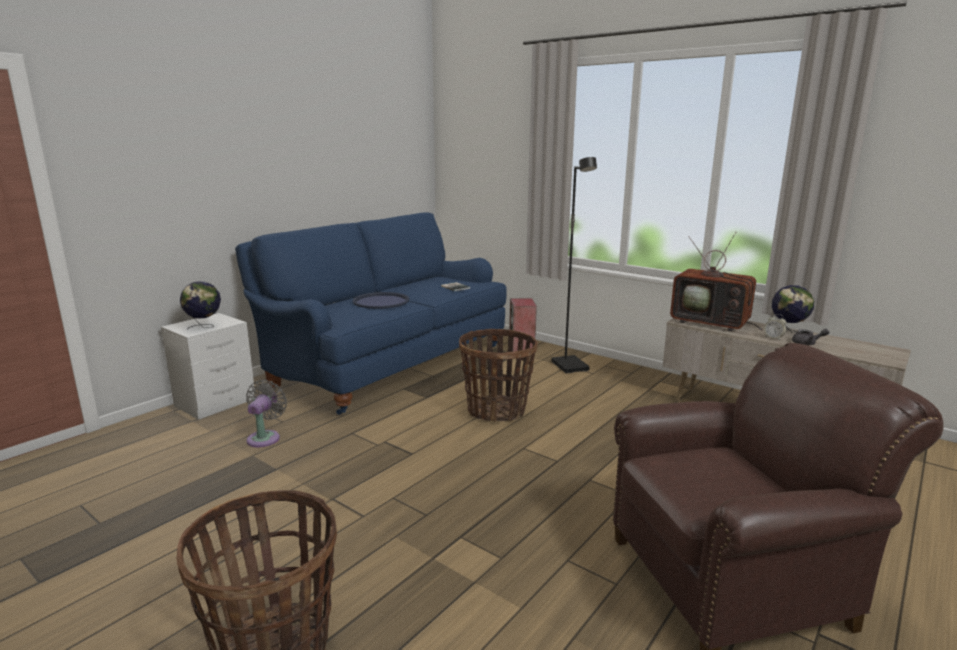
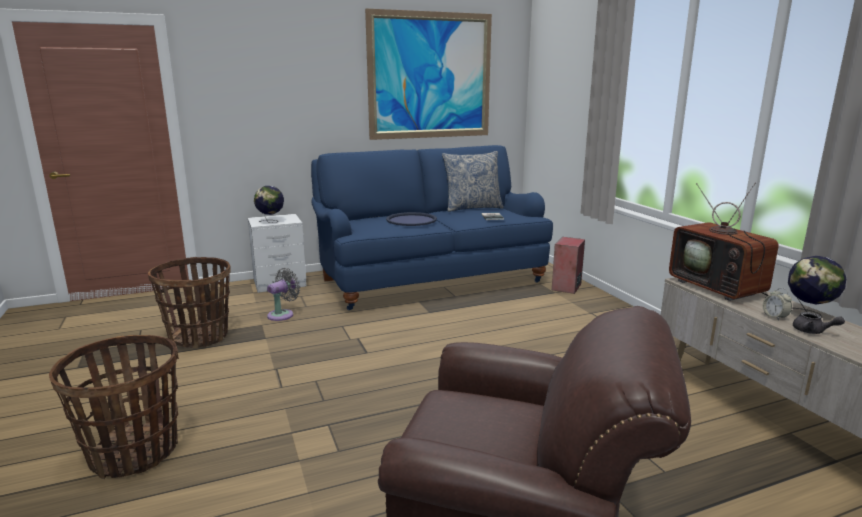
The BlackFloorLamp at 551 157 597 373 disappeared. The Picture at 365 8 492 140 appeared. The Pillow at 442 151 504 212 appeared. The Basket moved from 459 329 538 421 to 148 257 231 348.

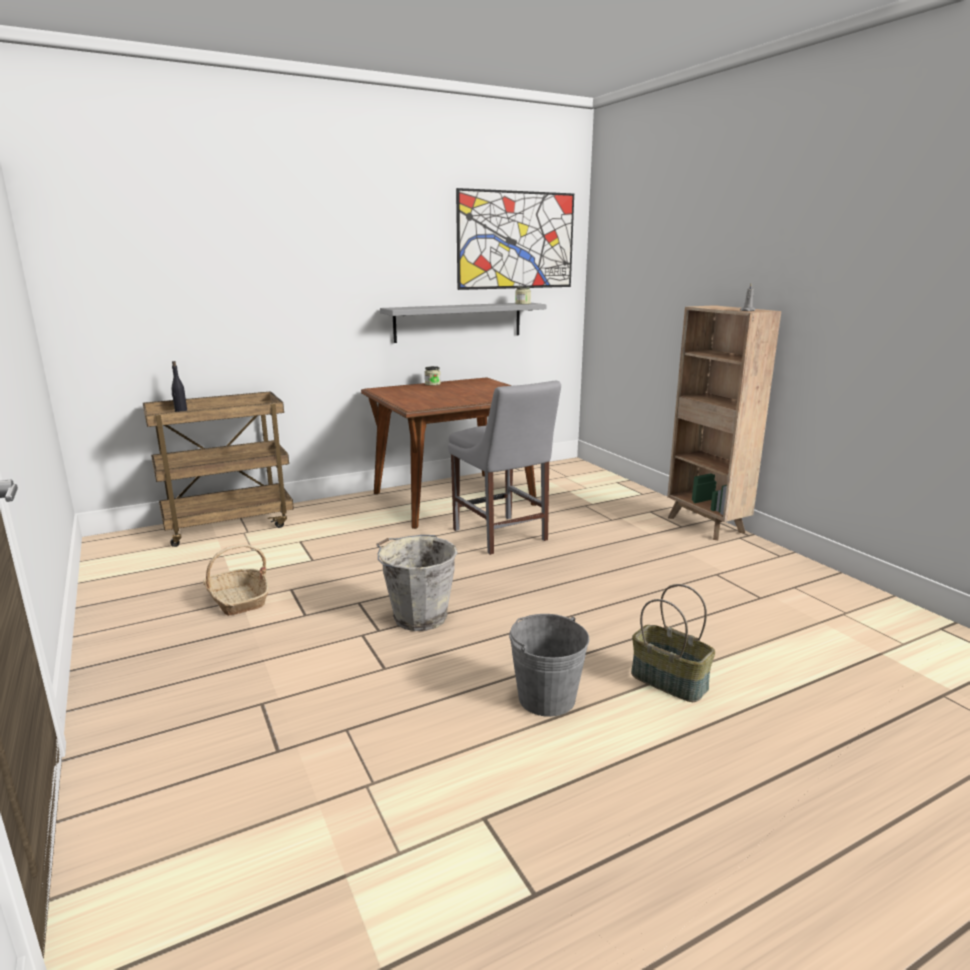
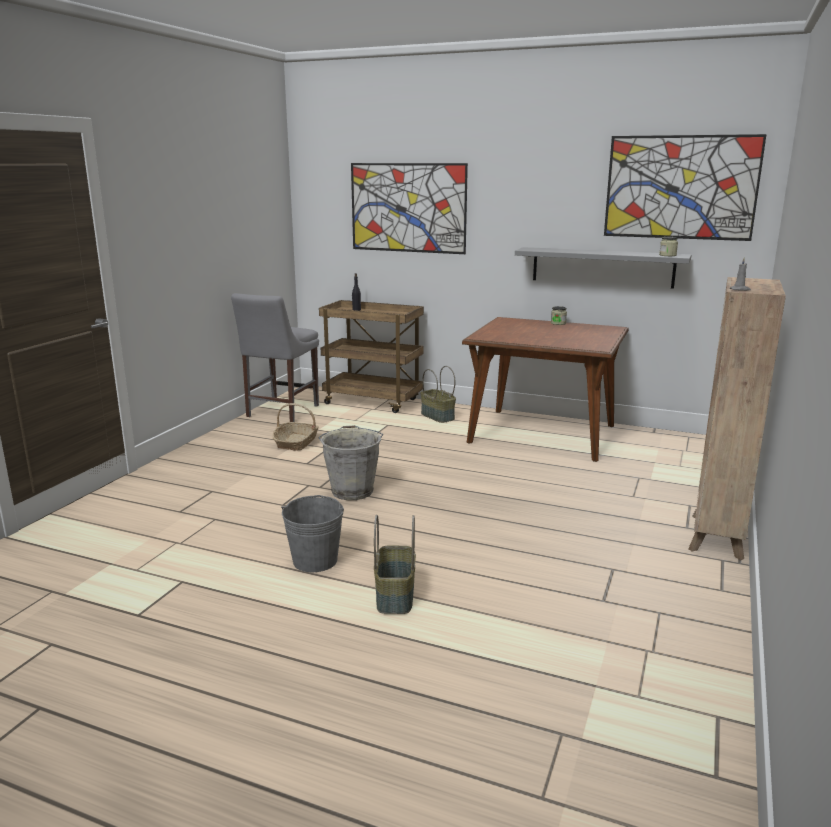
The Picture at 351 163 468 254 appeared. The Basket at 420 366 456 423 appeared. The GreyChair moved from 448 381 561 555 to 231 293 319 422.

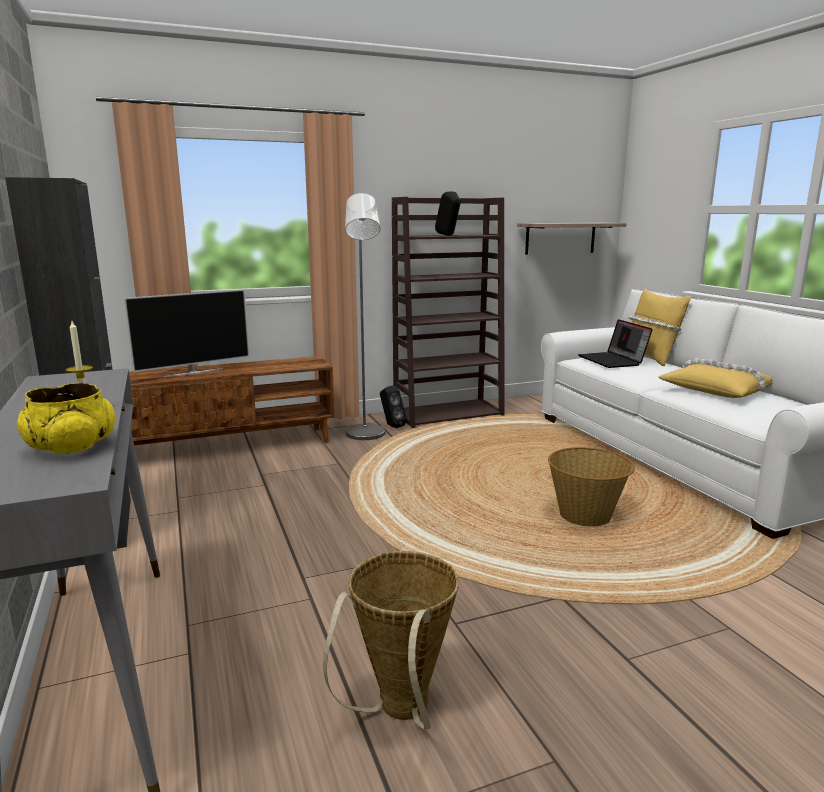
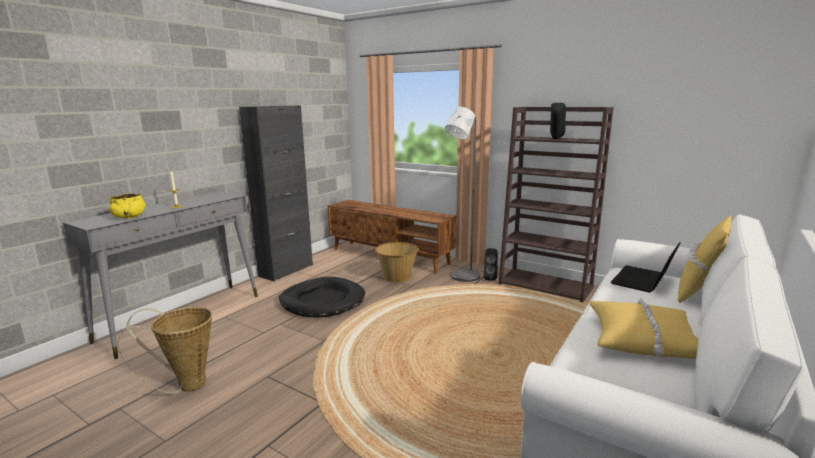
The Television at 124 289 250 377 disappeared. The Shelf at 517 223 627 254 disappeared. The BlackDogBed at 279 277 365 317 appeared. The Basket moved from 548 447 635 527 to 375 242 419 283.

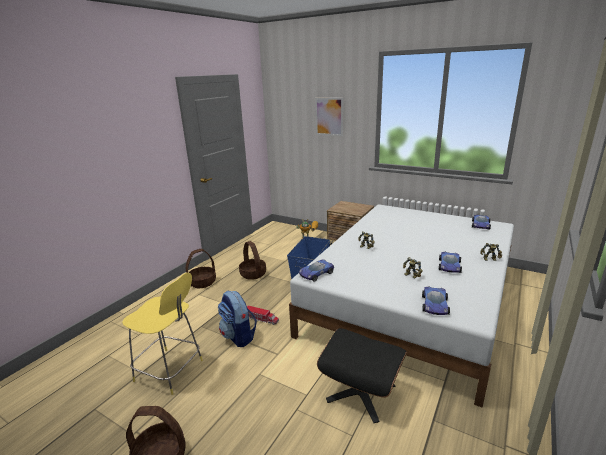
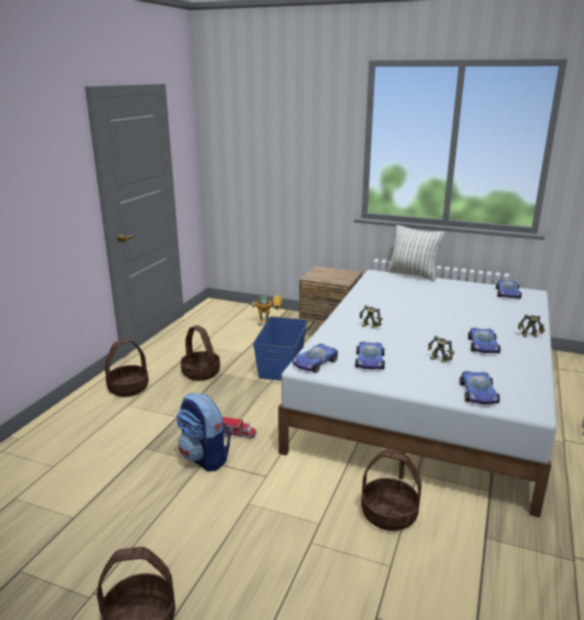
The YellowStool at 122 273 203 395 disappeared. The Picture at 315 98 343 136 disappeared. The ToyCar at 355 341 385 369 appeared. The Pillow at 387 225 445 281 appeared. The BlackOttoman at 317 328 407 423 was replaced by the Basket at 361 449 422 531.

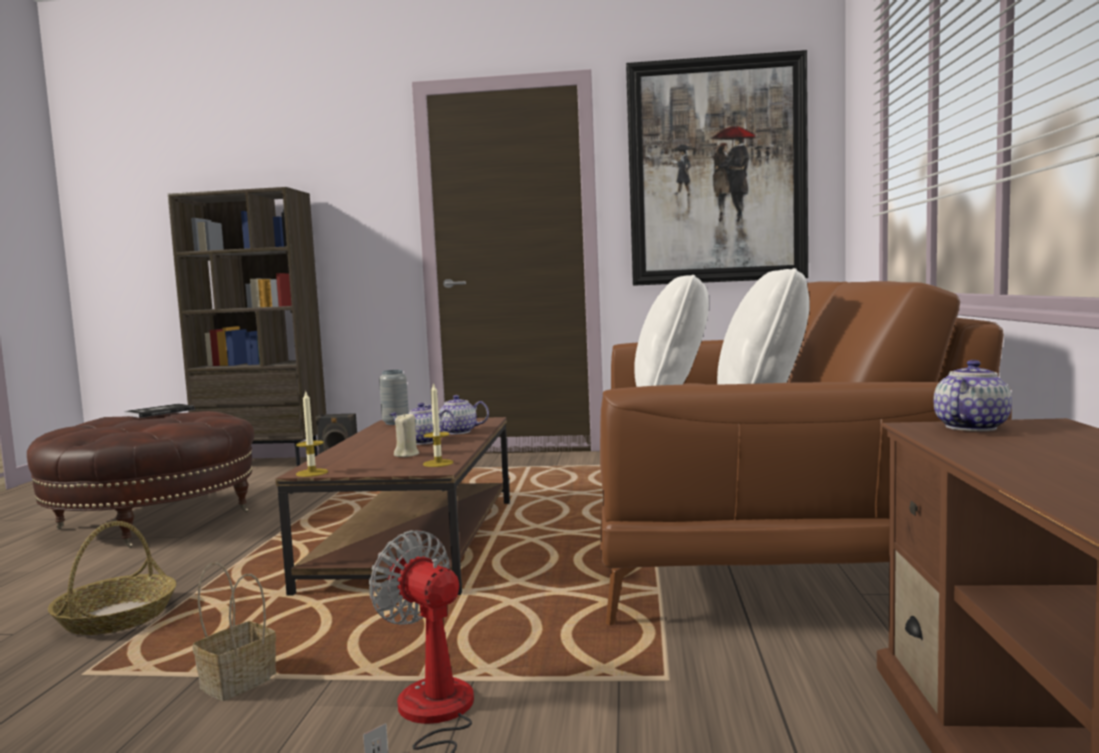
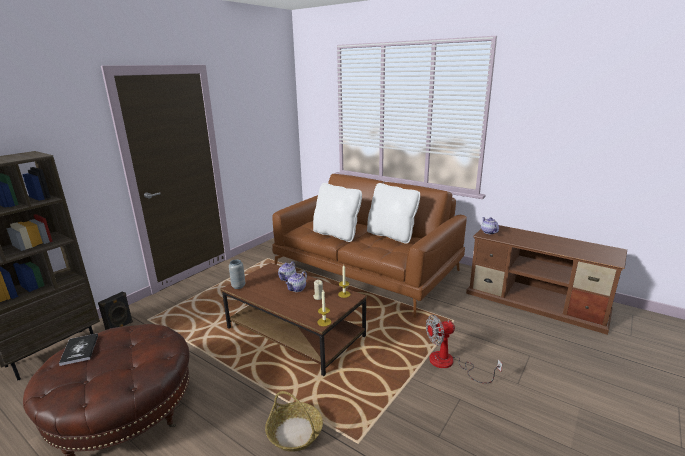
The Basket at 193 562 276 701 disappeared. The Picture at 626 50 808 286 disappeared.

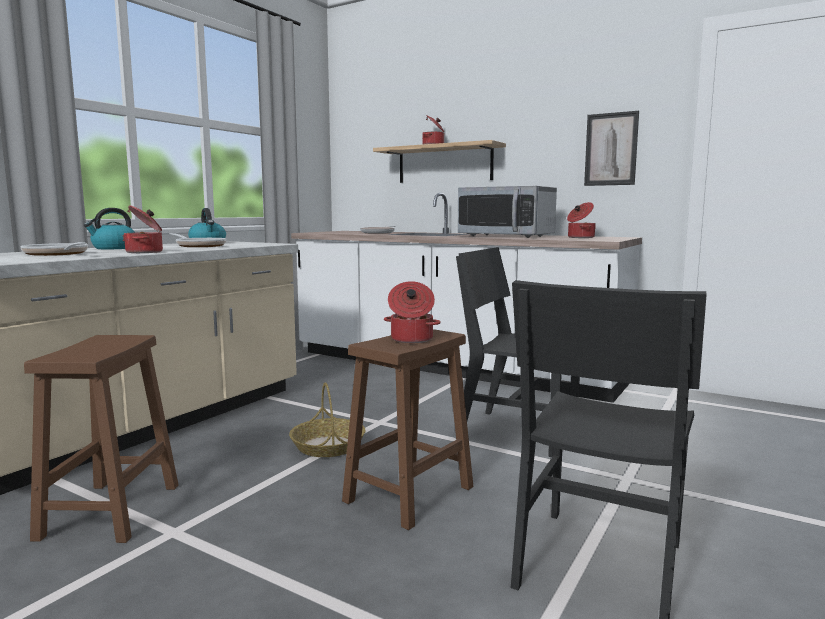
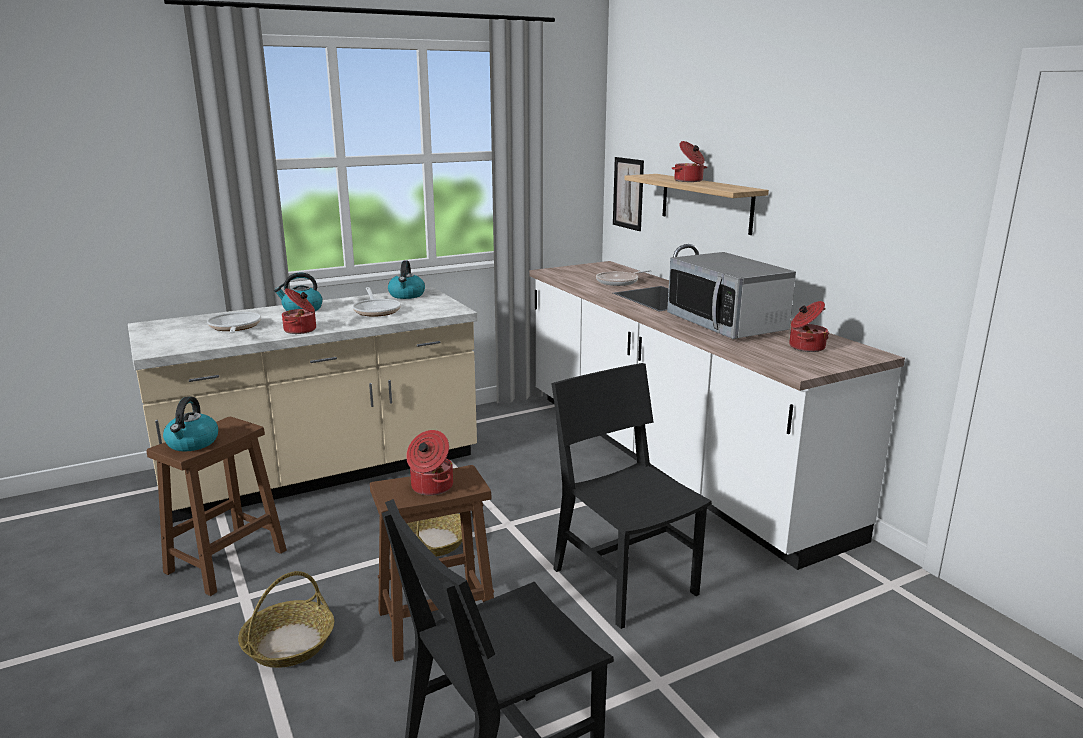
The Kettle at 163 397 218 452 appeared. The Basket at 238 571 334 668 appeared. The Picture moved from 584 111 639 186 to 613 157 644 231.

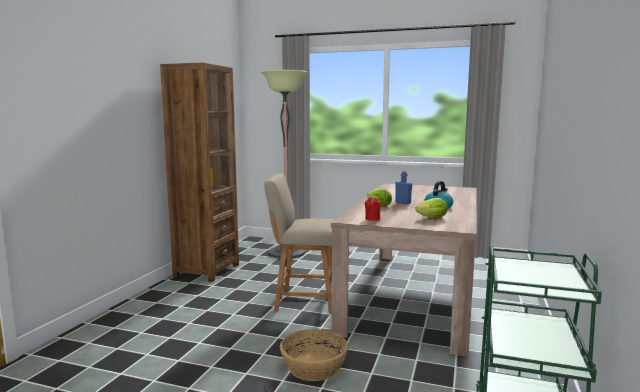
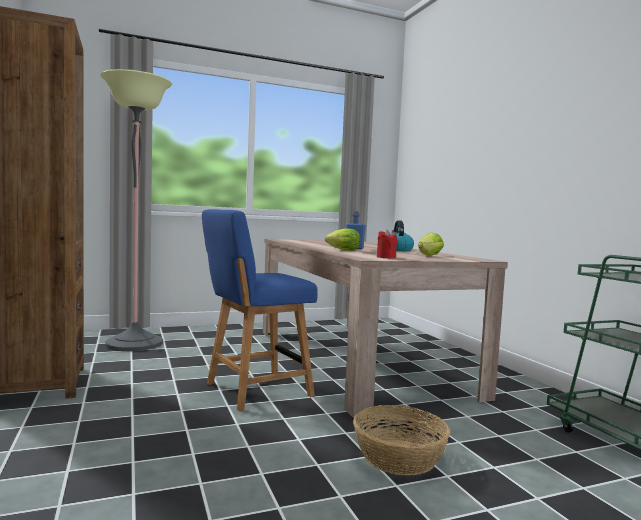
The BeigeChair at 264 173 335 314 became the BlueChair at 202 209 317 412.

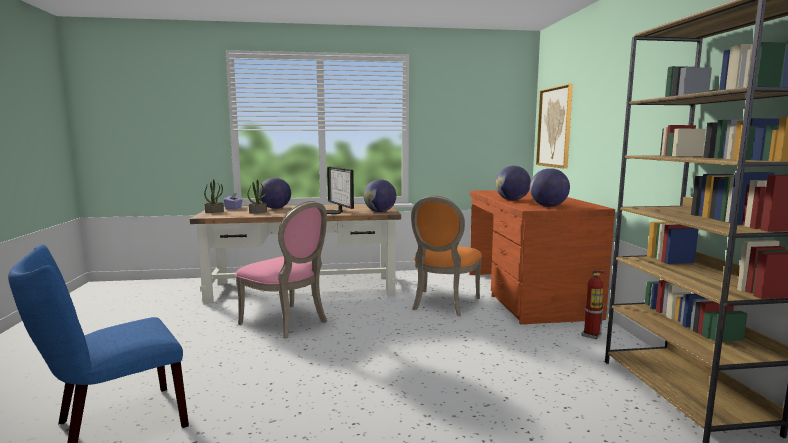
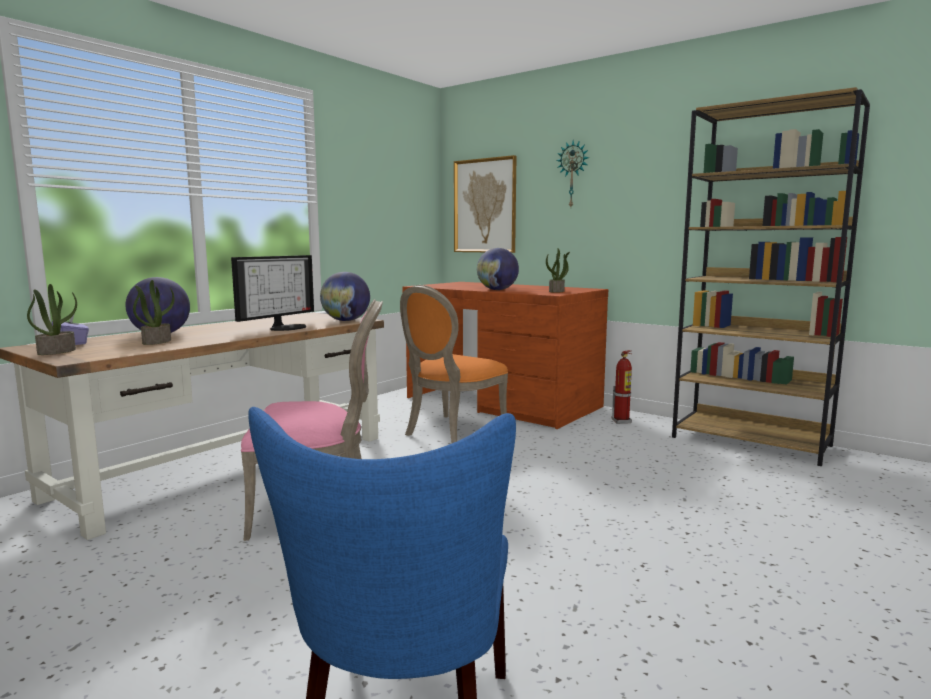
The WallClock at 556 140 589 207 appeared. The Globe at 530 168 570 207 was replaced by the PottedPlant at 546 248 570 293. The Monitor at 326 167 354 214 turned 75 degrees counterclockwise. The OrangeChair at 411 195 482 316 turned 60 degrees clockwise.

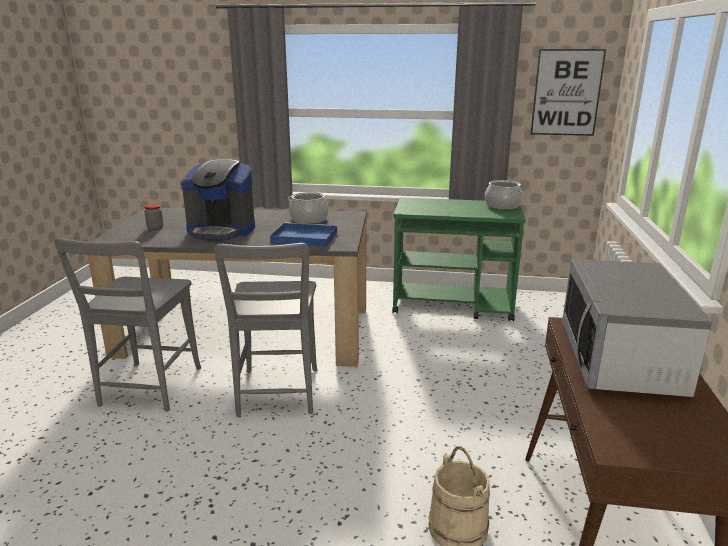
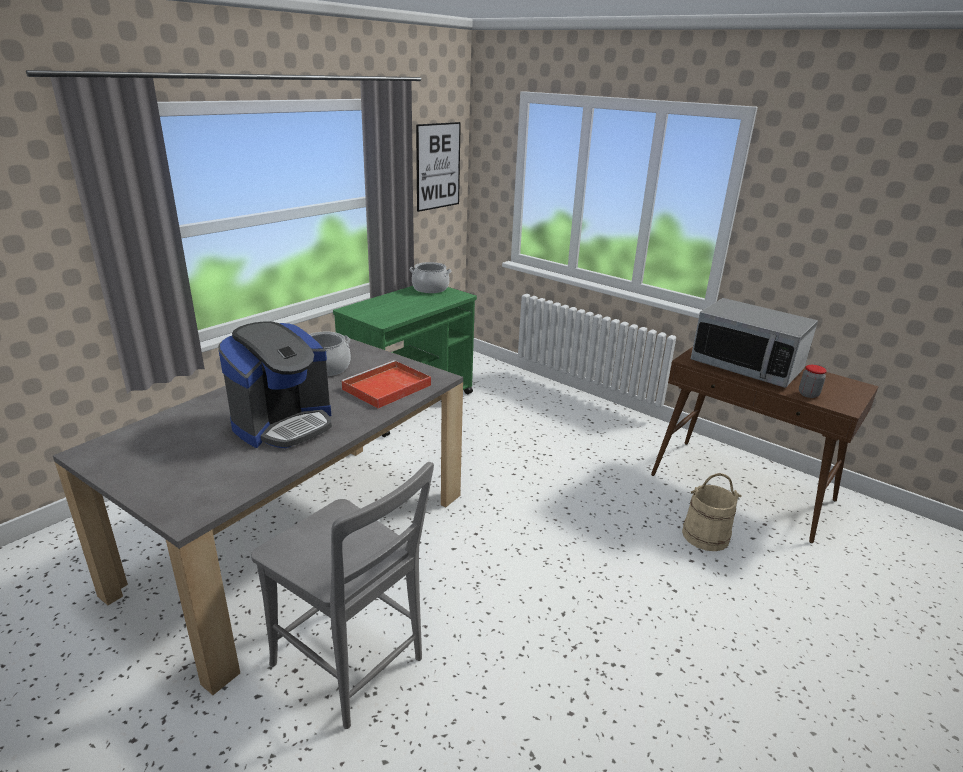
The GreyChair at 214 243 317 416 disappeared. The Jar moved from 144 204 163 230 to 799 365 827 398. The BlueTray at 270 222 337 247 became the RedTray at 340 360 431 409.

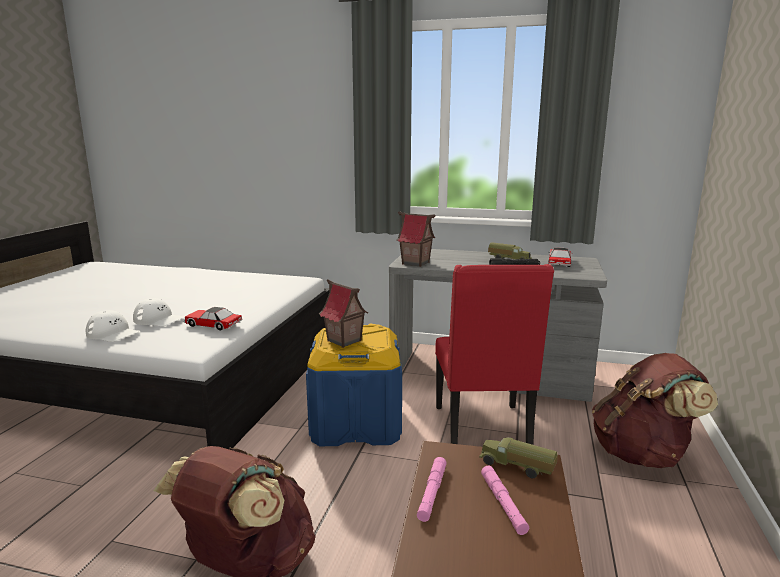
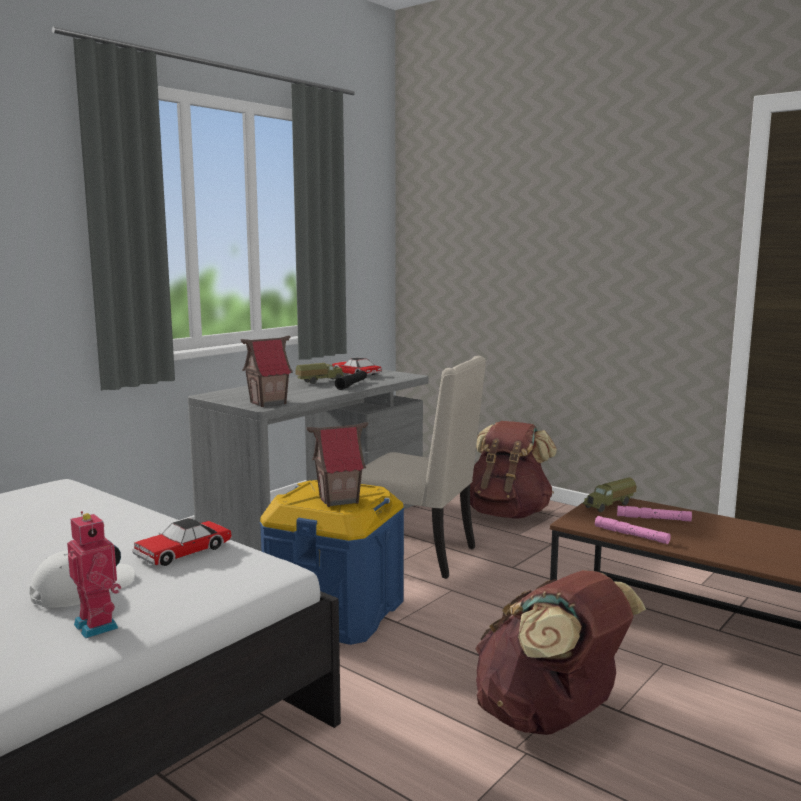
The WhiteCap at 86 310 140 342 was replaced by the ToyRobot at 67 511 121 639. The RedChair at 435 264 554 445 became the BeigeChair at 361 356 486 579.

